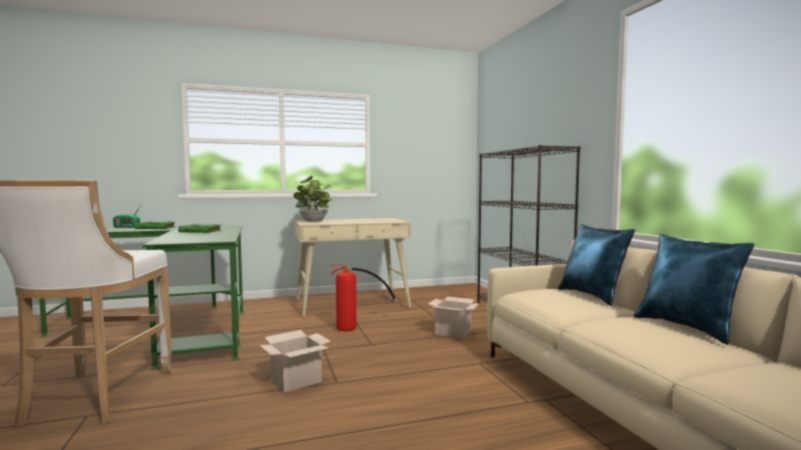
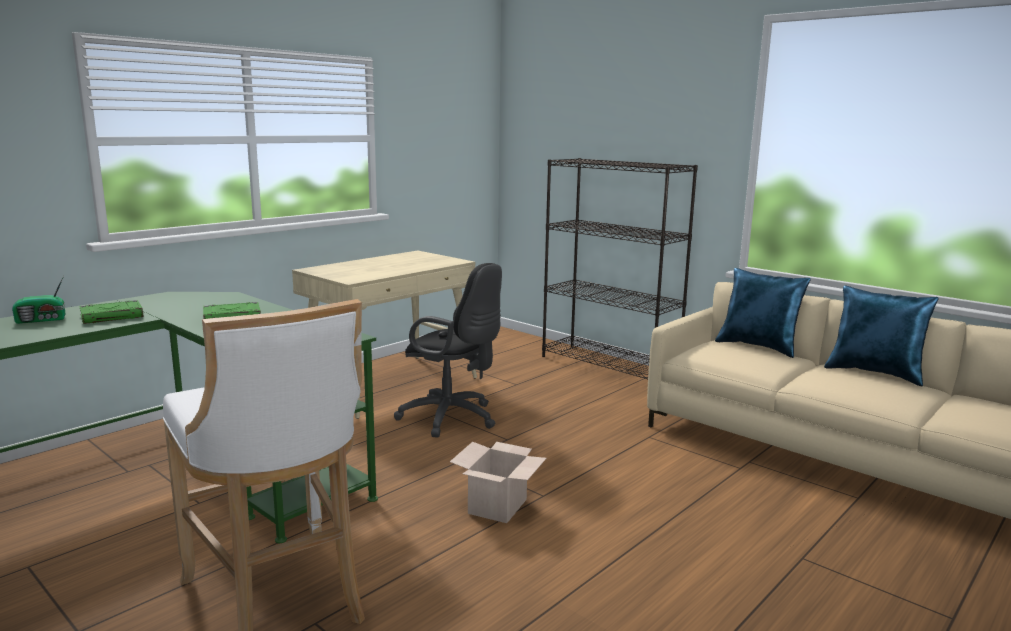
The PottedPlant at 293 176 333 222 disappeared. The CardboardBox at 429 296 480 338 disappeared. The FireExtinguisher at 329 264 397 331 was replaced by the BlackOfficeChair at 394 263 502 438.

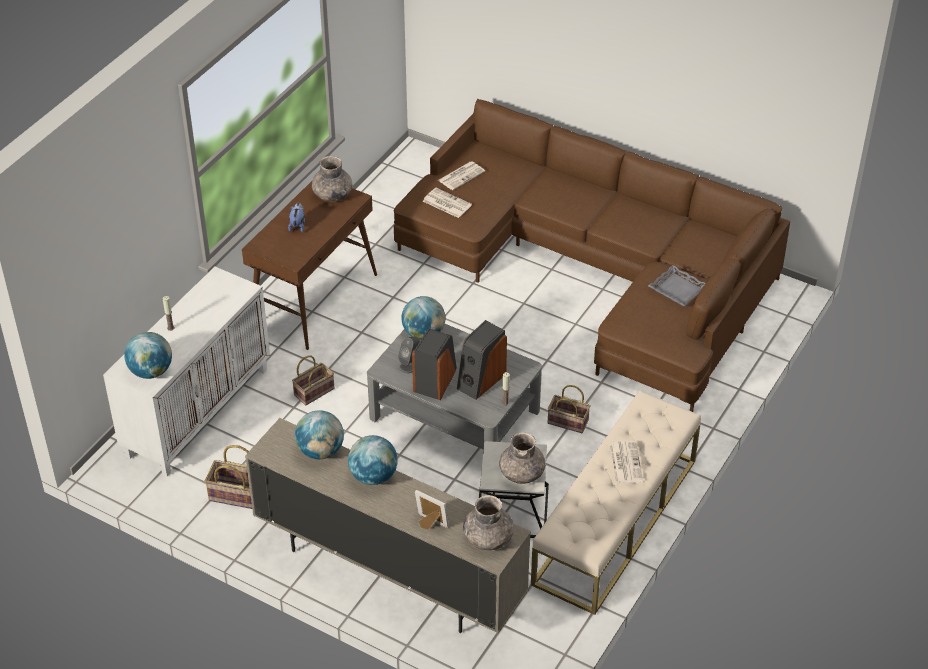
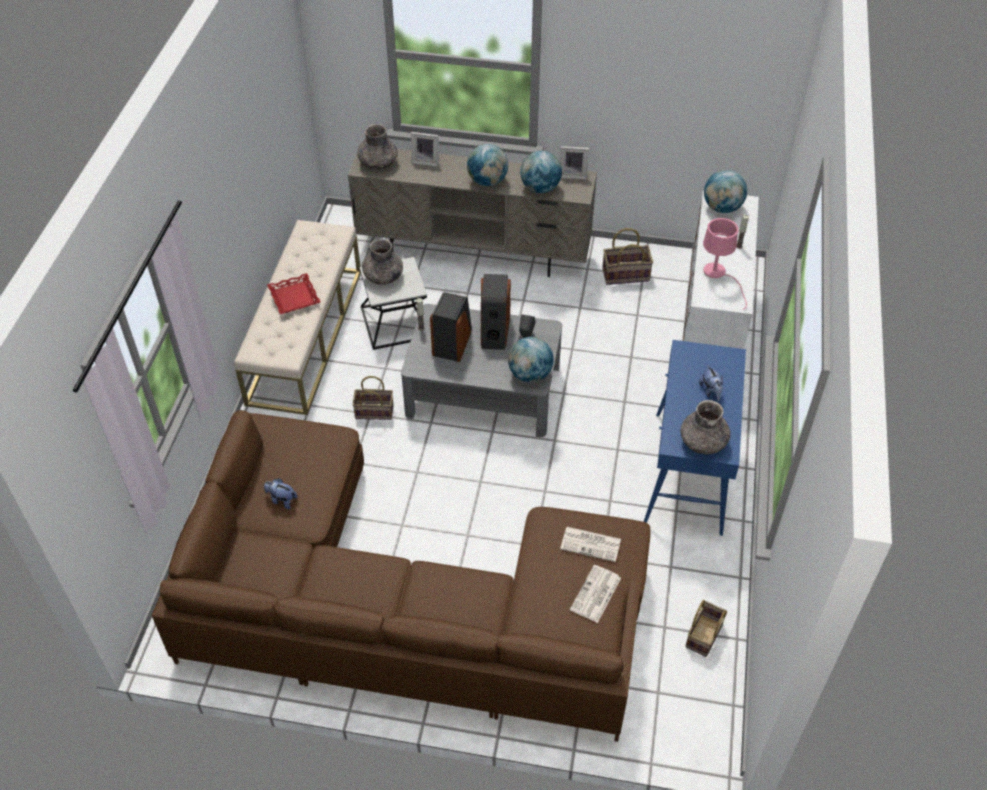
The PictureFrame at 560 146 589 179 appeared. The PinkTableLamp at 703 218 747 310 appeared. The Basket moved from 292 355 334 406 to 685 600 727 657. The Newspaper at 609 441 643 483 was replaced by the RedTray at 267 273 321 314. The GreyTray at 648 265 706 306 was replaced by the PlushToy at 264 478 297 509. The BrownConsoleTable at 242 180 377 350 became the BlueConsoleTable at 644 340 746 536.

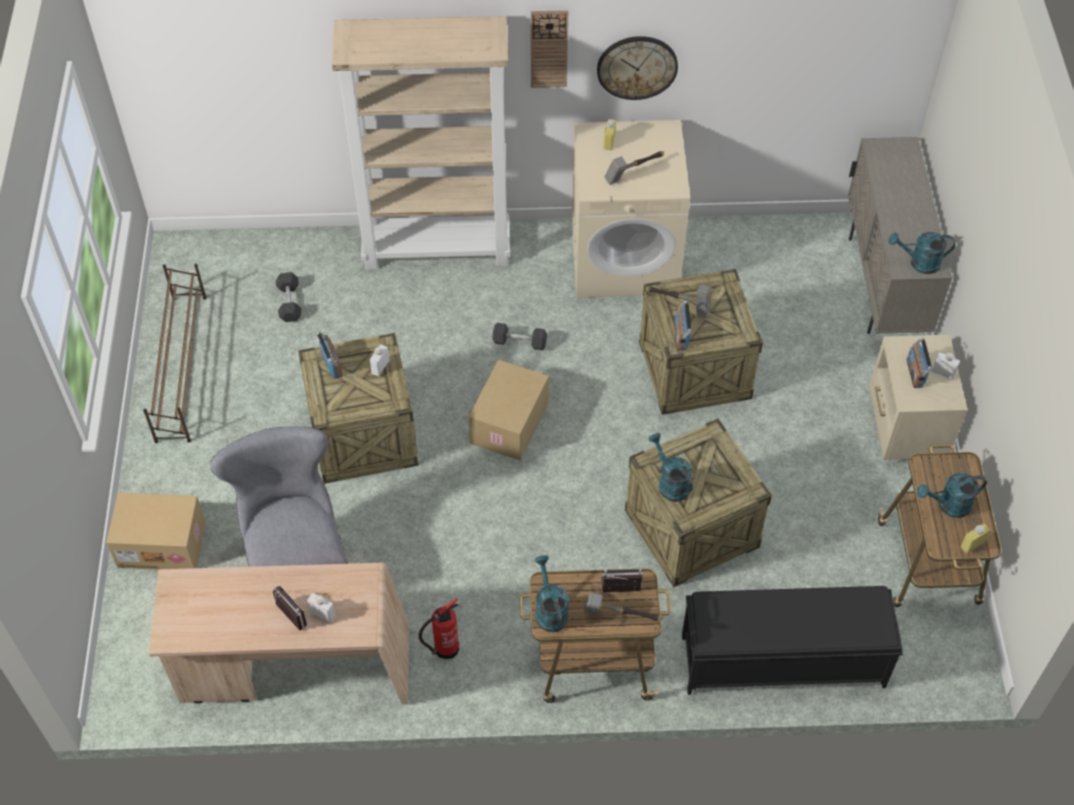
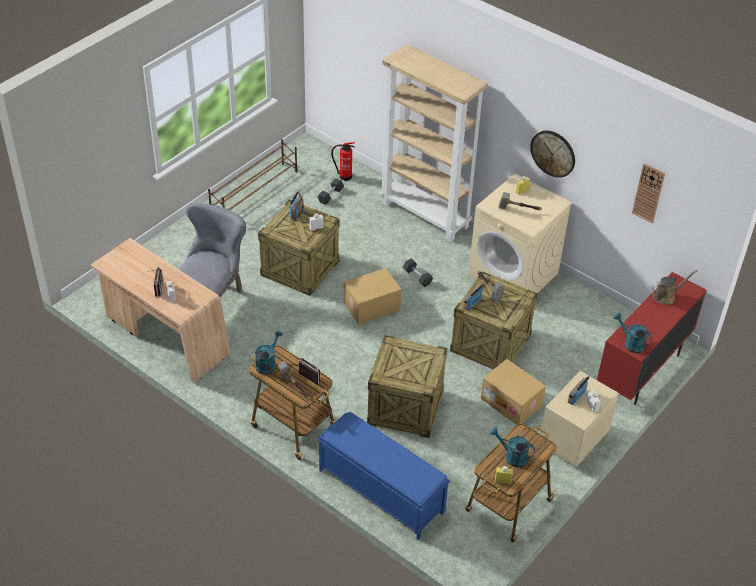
The TurquoiseWateringCan at 648 433 693 502 disappeared. The BrownWateringCan at 652 270 697 305 appeared. The CardboardBox moved from 106 493 206 570 to 480 359 546 425. The FireExtinguisher moved from 419 598 459 659 to 331 142 355 181. The WallClock moved from 531 10 568 88 to 632 163 665 223. The BlackBench at 682 586 903 695 became the BlueBench at 317 412 450 540. The BeigeCabinet at 848 137 952 334 became the RedCabinet at 597 272 707 405.

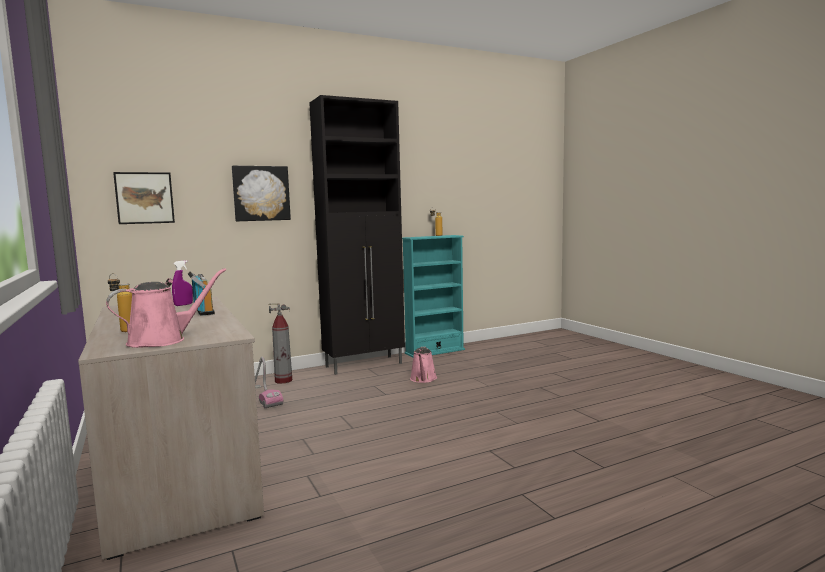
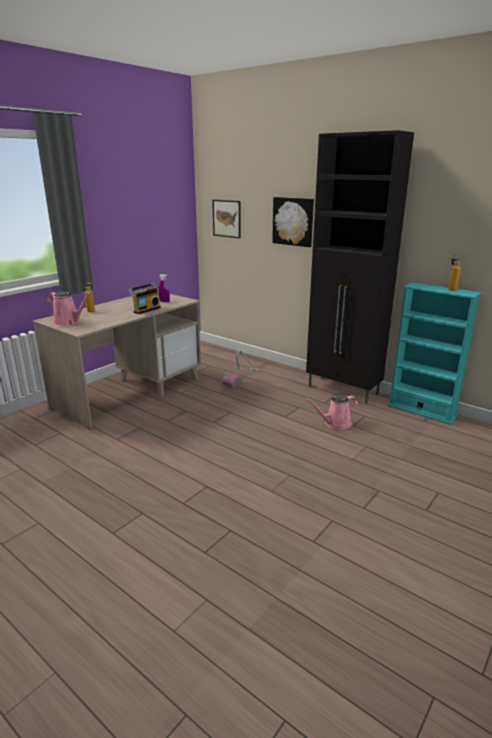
The FireExtinguisher at 269 303 292 384 disappeared.

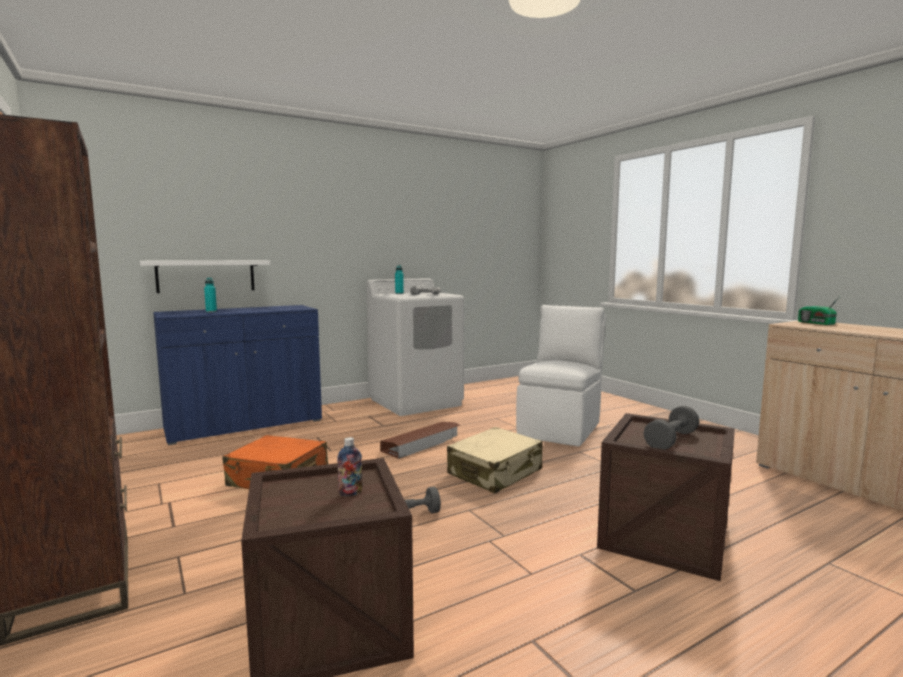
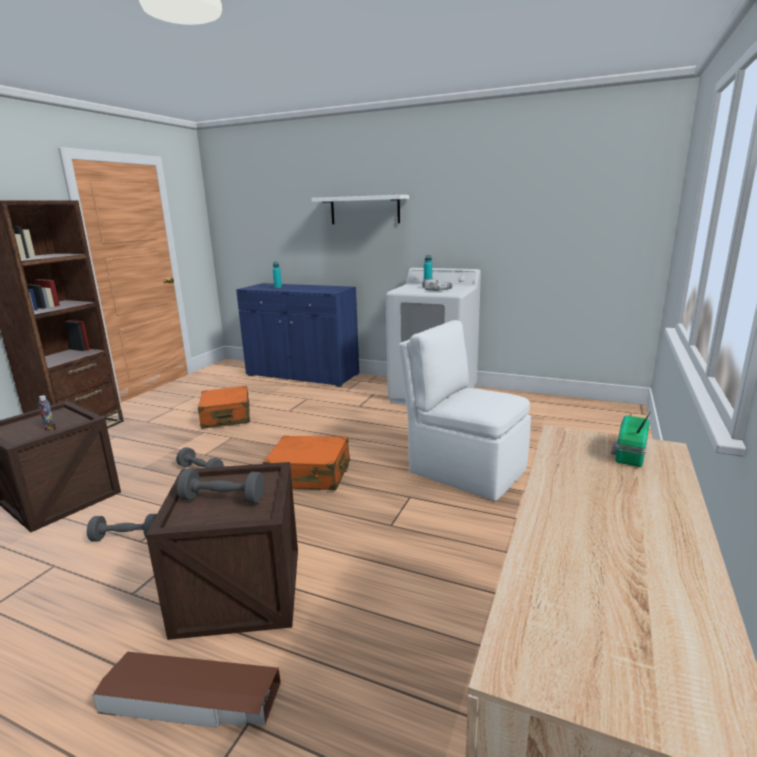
The GreyDumbbell at 87 514 157 541 appeared. The WhiteShelf moved from 140 260 270 293 to 312 195 409 224. The BrownStorageBox moved from 380 422 460 459 to 93 652 281 728. The BeigeSuitcase at 447 427 543 493 became the OrangeSuitcase at 263 436 350 490. The WhiteChair at 516 305 606 447 turned 135 degrees counterclockwise.

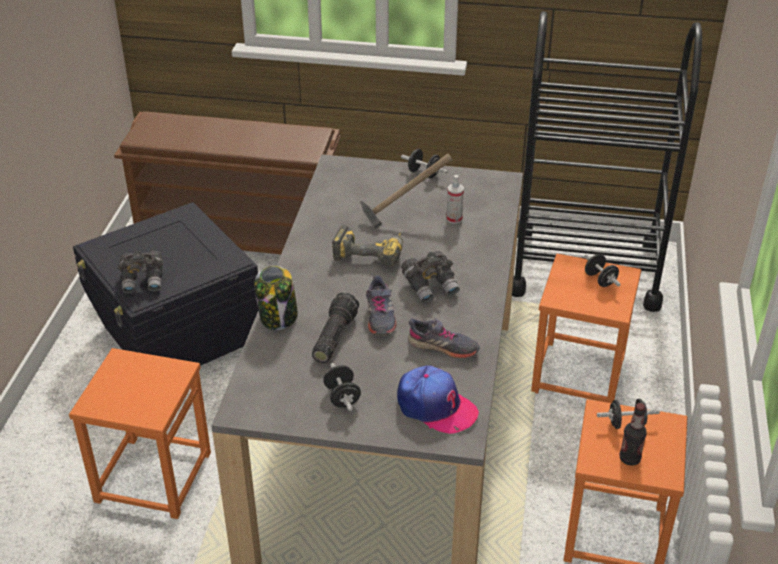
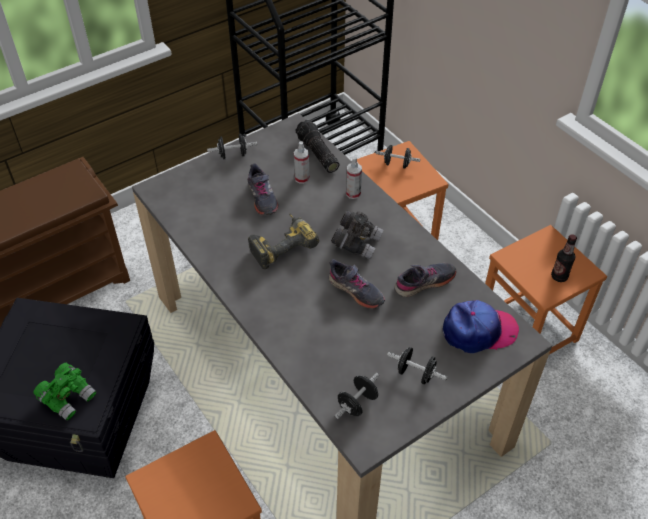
The Jar at 254 266 298 330 disappeared. The SprayBottle at 346 156 362 199 appeared. The Flashlight moved from 312 292 359 363 to 295 120 339 173. The BlackDumbbell moved from 597 399 660 429 to 335 373 379 419. The Hammer at 360 154 453 229 was replaced by the GreyShoe at 248 163 278 215. The GreyBinoculars at 118 250 163 294 became the GreenBinoculars at 33 363 97 421.

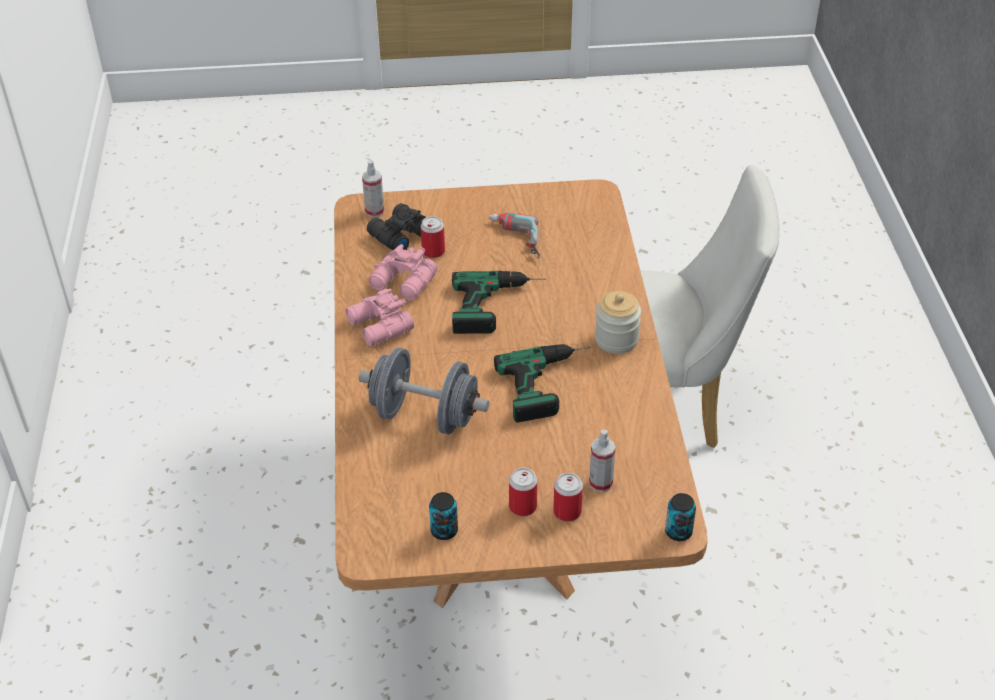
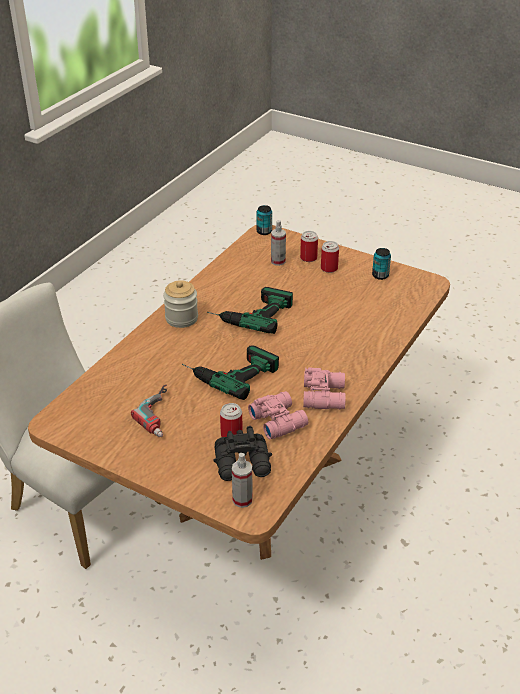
The GreyDumbbell at 359 347 489 435 disappeared.

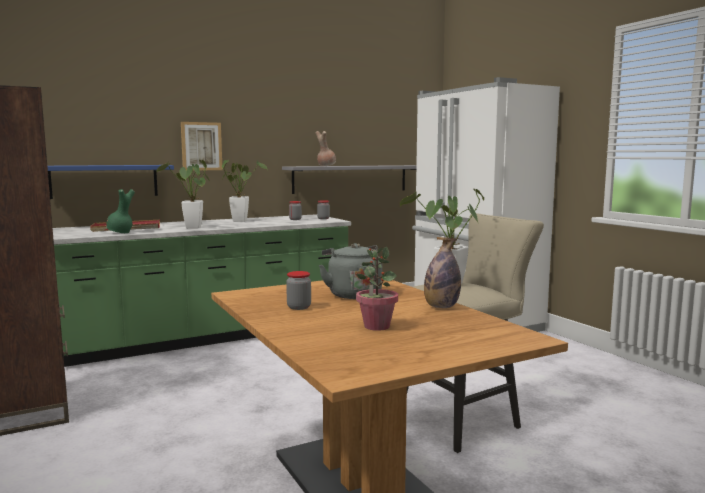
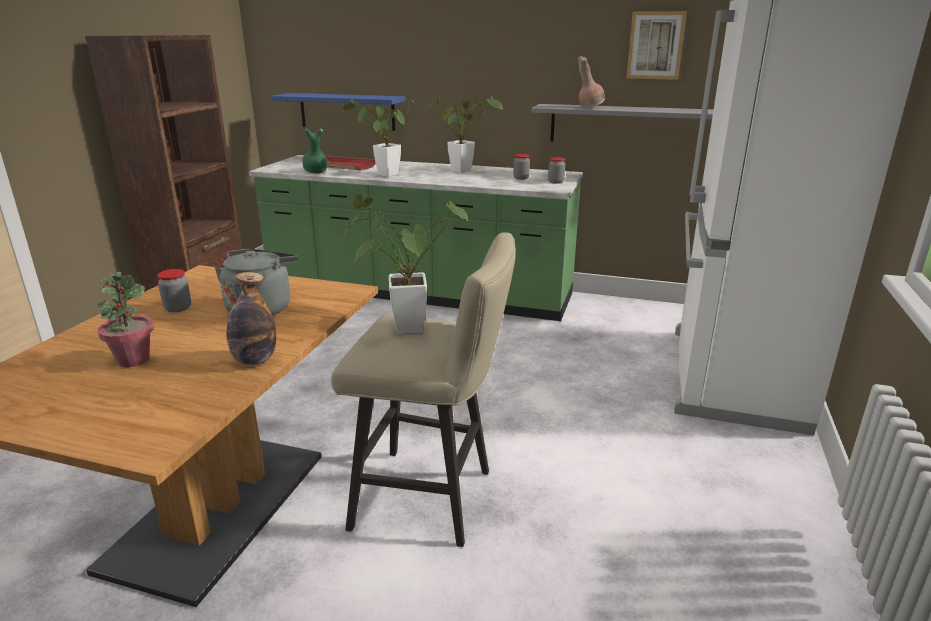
The Picture moved from 181 122 223 171 to 626 11 687 80.

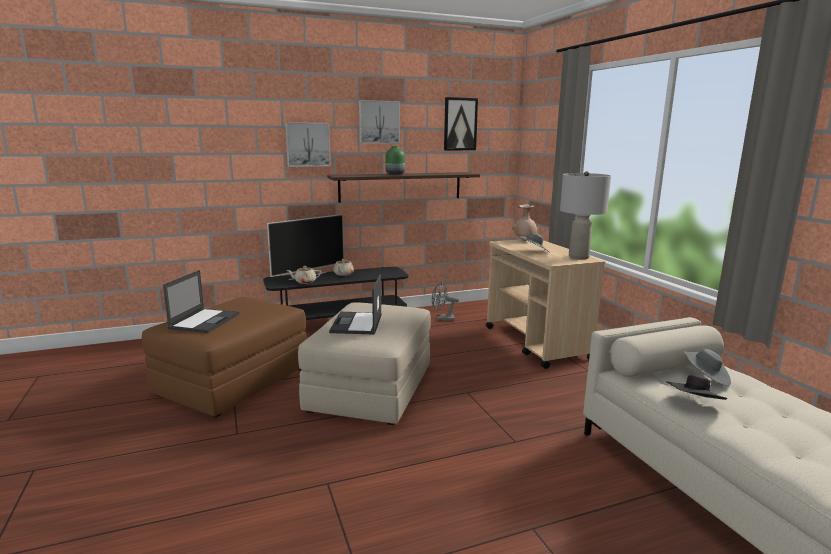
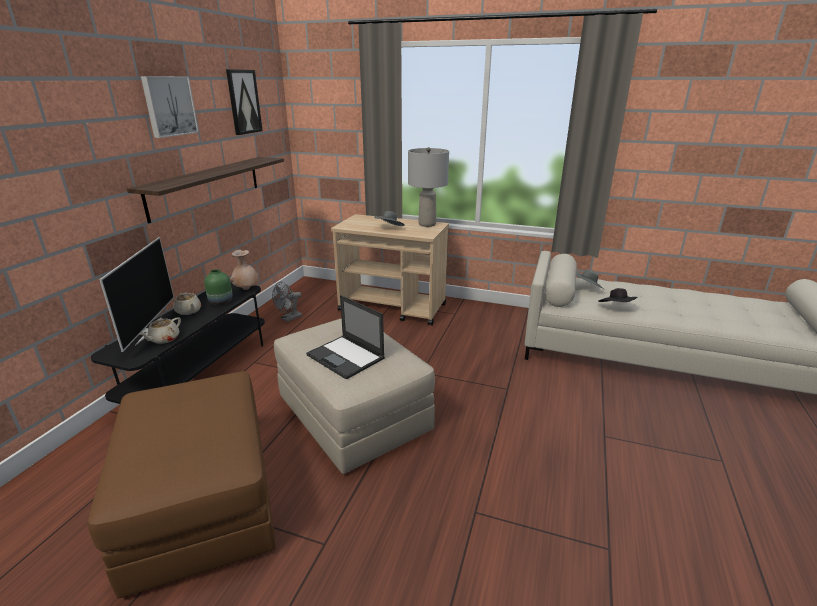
The Laptop at 163 270 240 333 disappeared. The Picture at 285 122 331 167 disappeared. The GreenVase moved from 385 146 405 175 to 204 269 233 305. The BeigeVase moved from 512 205 538 241 to 230 250 259 290.

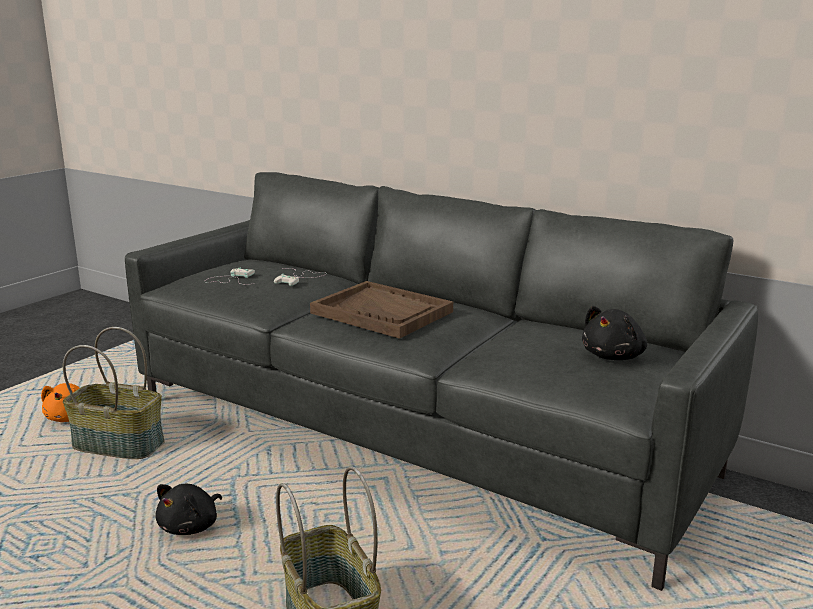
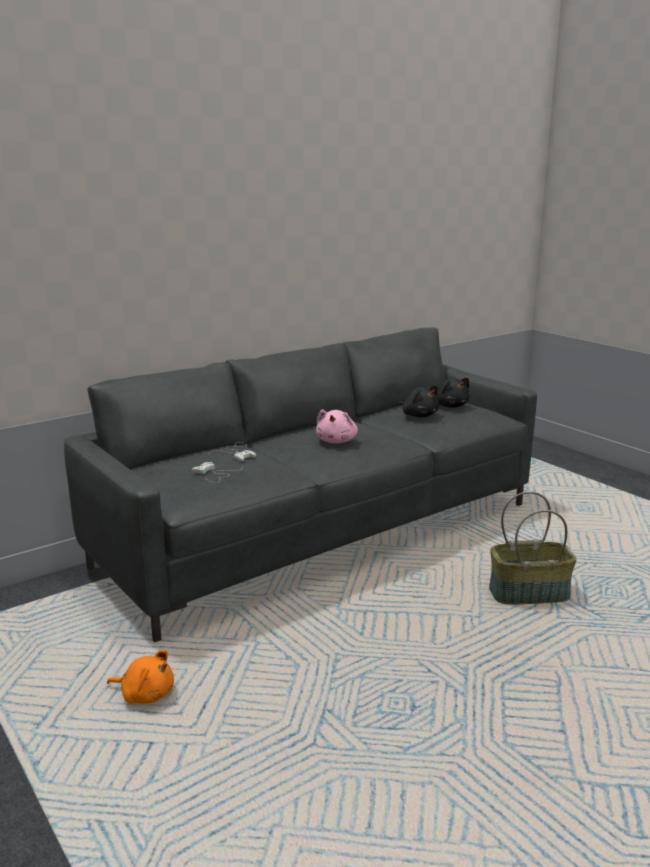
The Basket at 63 327 165 459 disappeared. The BlackPlushToy moved from 155 484 222 535 to 396 385 439 417. The BrownTray at 310 281 453 339 was replaced by the PinkPlushToy at 316 409 358 443.

